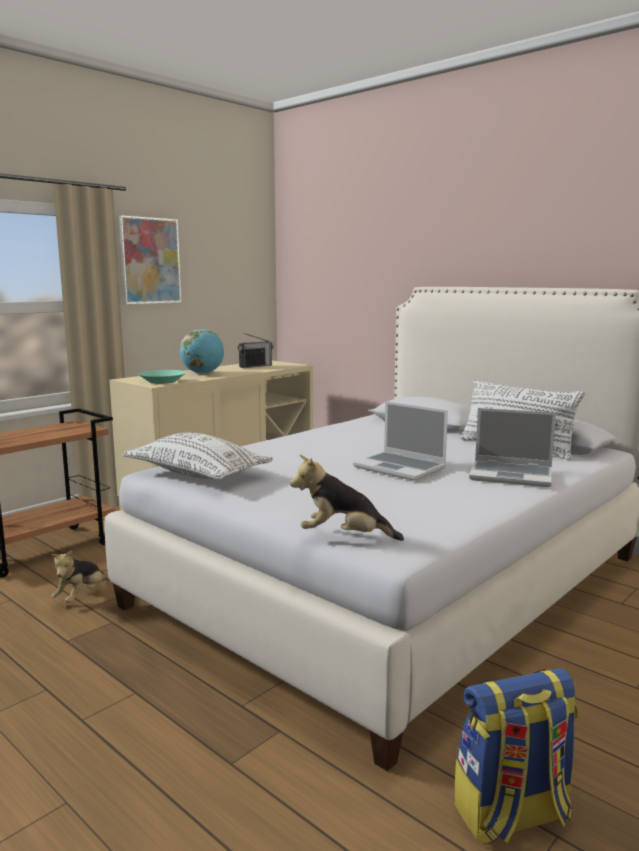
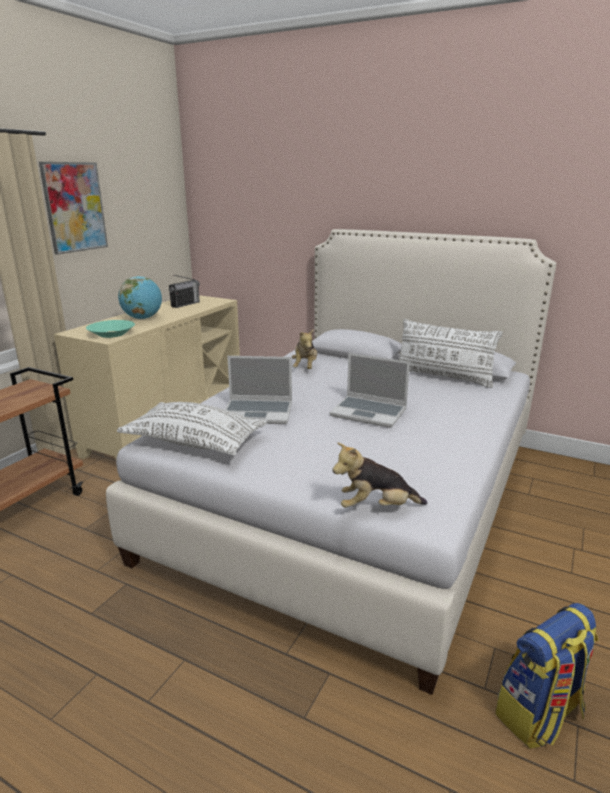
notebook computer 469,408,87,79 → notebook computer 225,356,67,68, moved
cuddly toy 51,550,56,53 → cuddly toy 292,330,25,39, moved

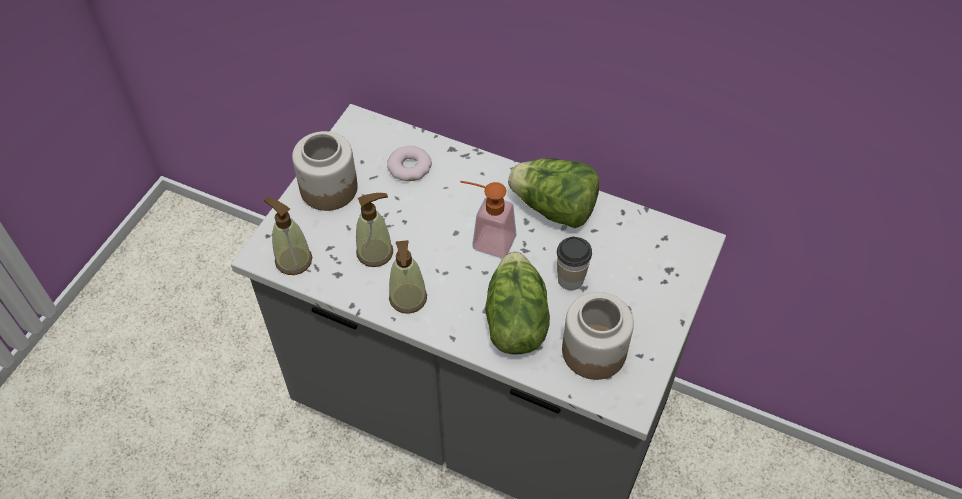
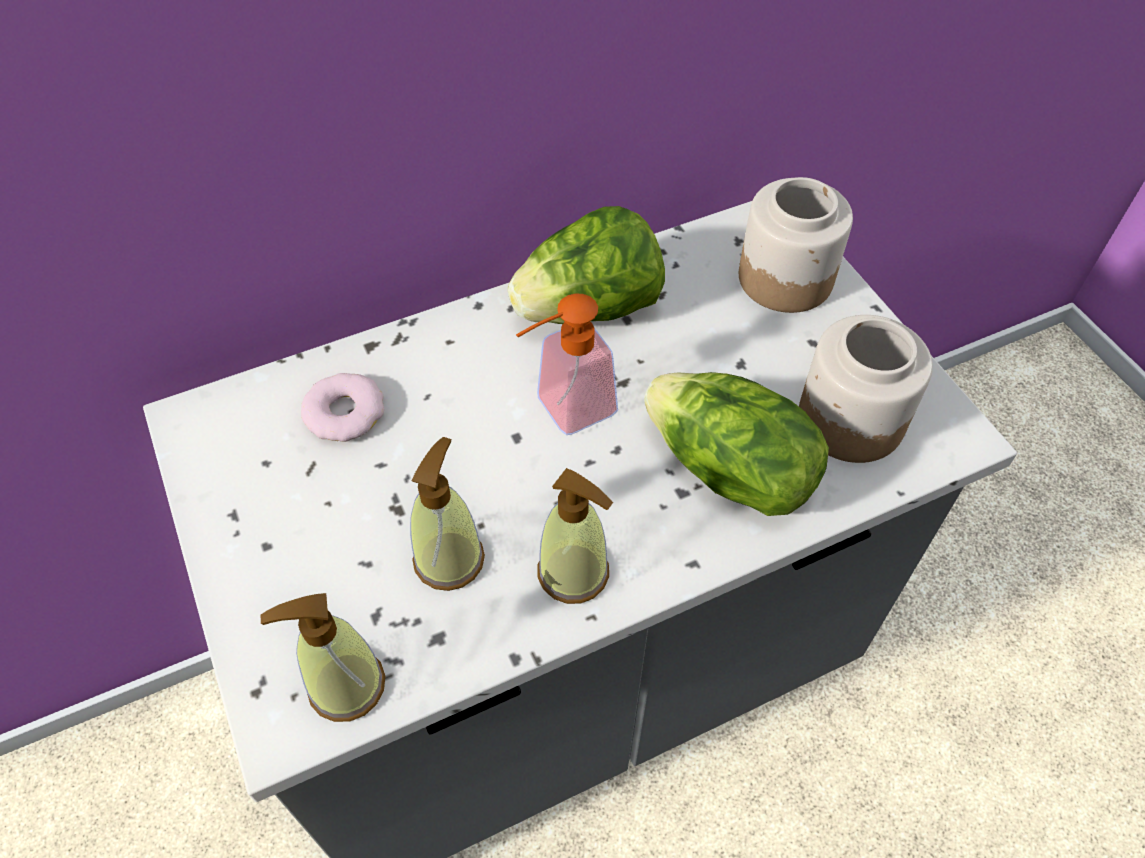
preserve jar 292,131,66,80 → preserve jar 739,177,114,136, moved
small cup 557,237,35,53 → -

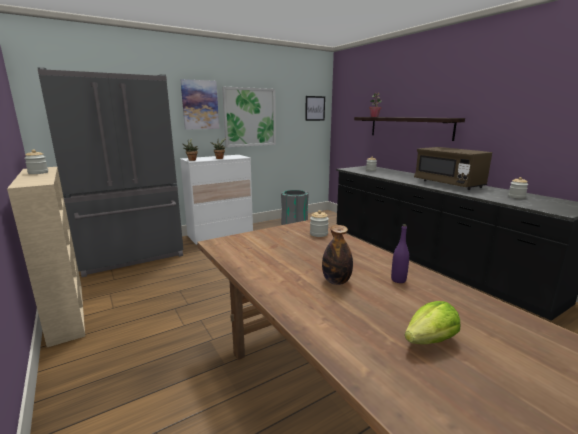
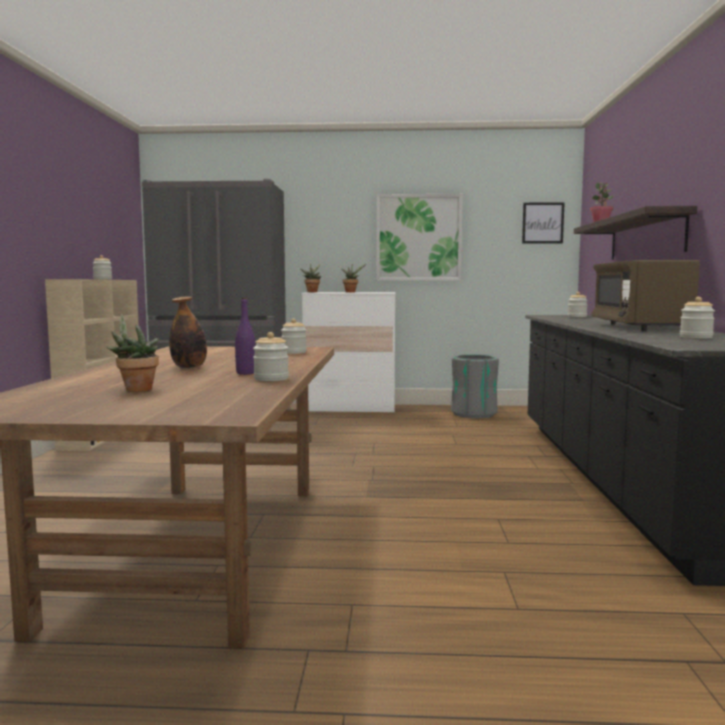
wall picture 180,79,39,51 → -
lettuce 405,301,55,43 → potted plant 106,314,53,78
- → preserve jar 253,332,36,49

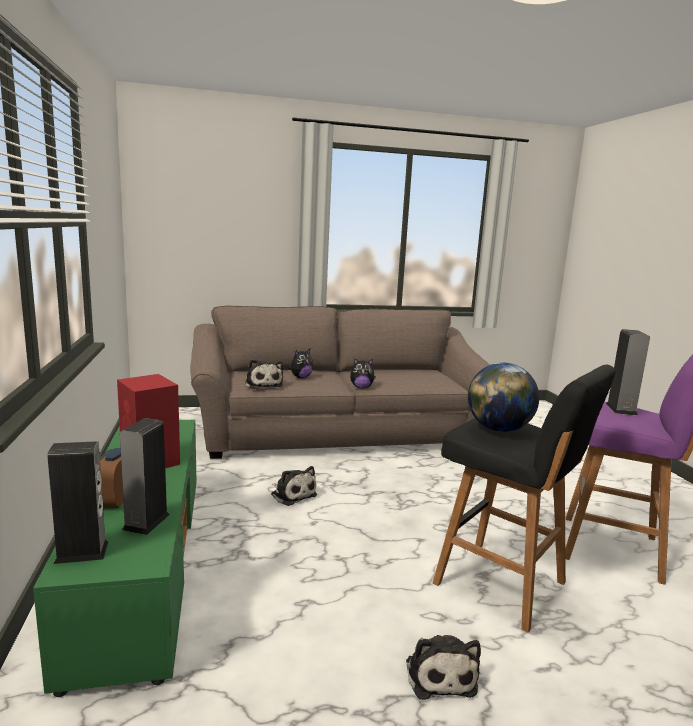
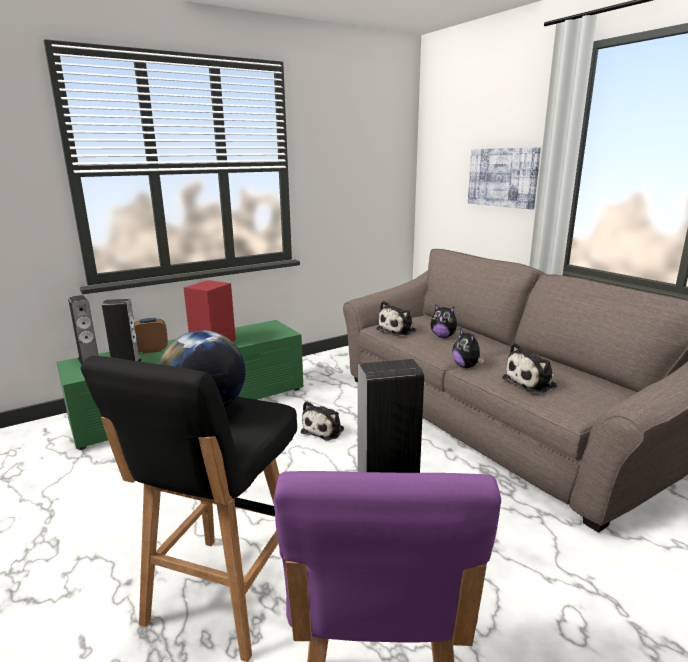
cuddly toy 406,635,75,65 → cuddly toy 502,343,56,50, moved
- → wall picture 468,148,73,61

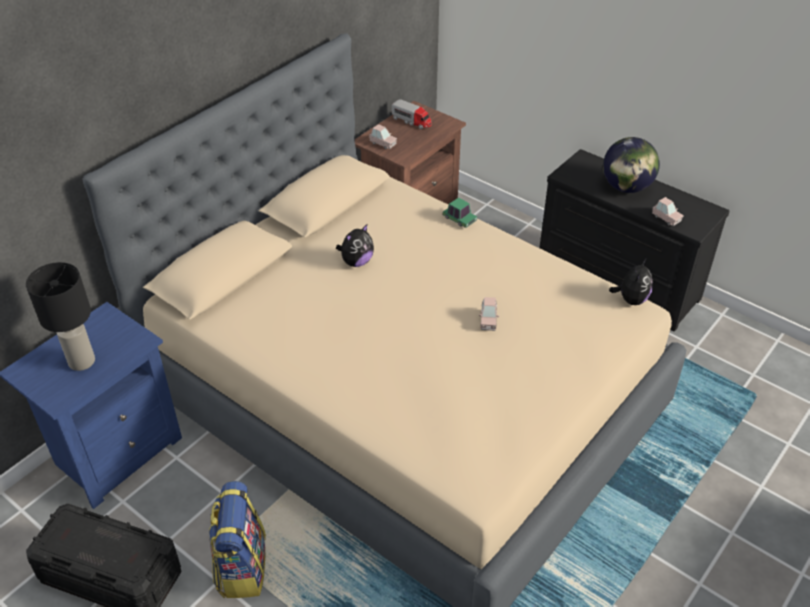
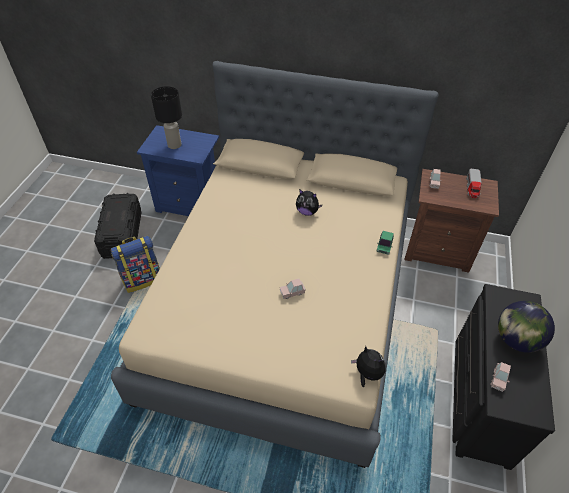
cuddly toy 609,259,44,46 → cuddly toy 351,346,35,41, 135 degrees counterclockwise

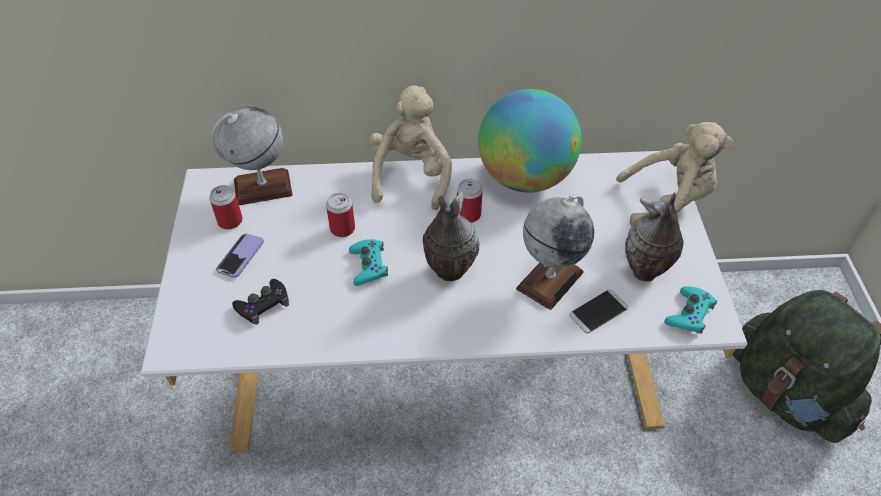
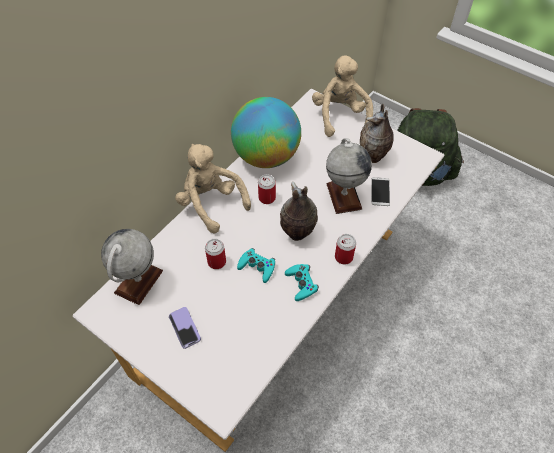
cuddly toy in beige 616,122,117,104 → cuddly toy in beige 312,55,61,82, 45 degrees counterclockwise
metal can 209,185,34,44 → metal can 335,234,21,31, moved
joypad in black 232,279,57,46 → -
joypad in blue-green 664,286,53,48 → joypad in blue-green 285,264,34,37, moved

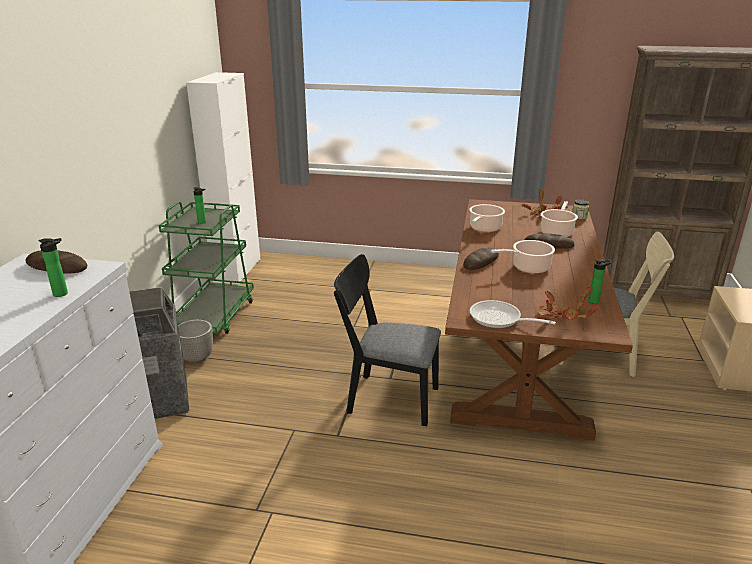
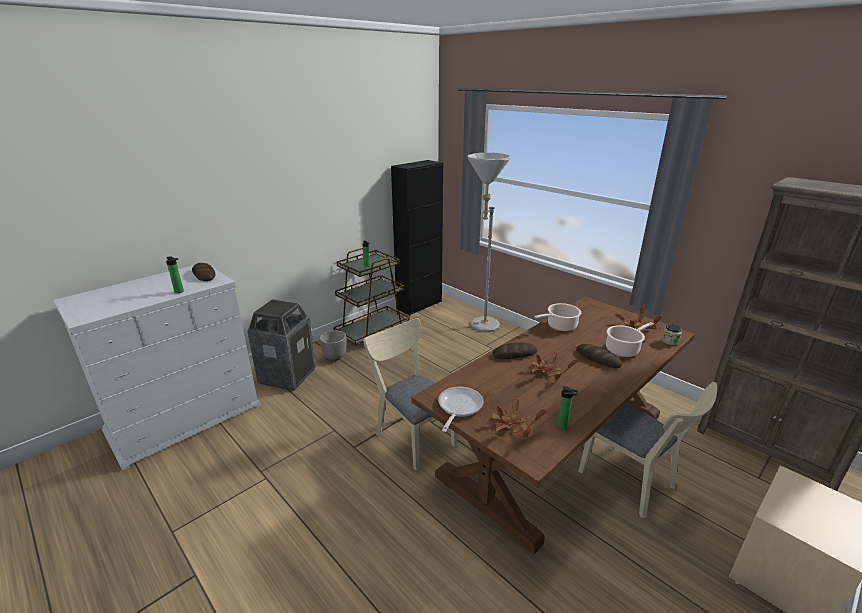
cupboard in white 186,72,74,213 → cupboard in black 391,160,52,156
trolley in green-coloured 159,201,95,133 → trolley in brown 333,248,77,97
cooking pot 491,240,64,33 → potted plant 531,351,47,28
plain chair in black 334,254,107,172 → plain chair in beige 363,318,95,153
pan 470,300,86,28 → pan 438,387,45,45, 45 degrees clockwise
- → standing lamp in grey 467,153,43,179

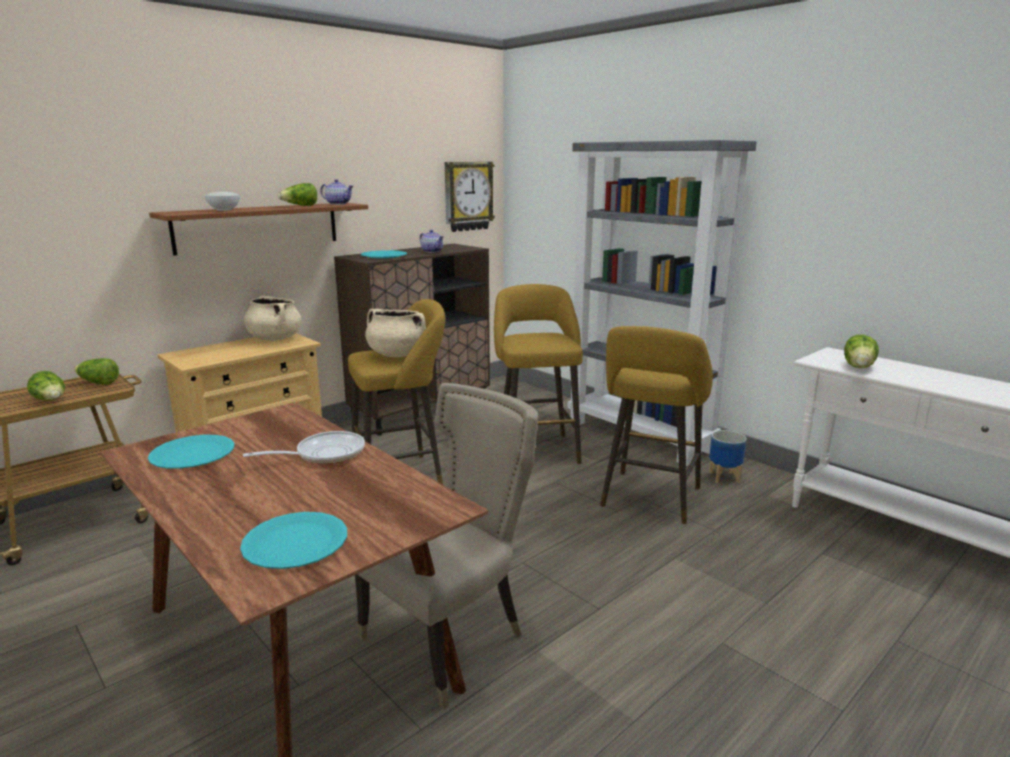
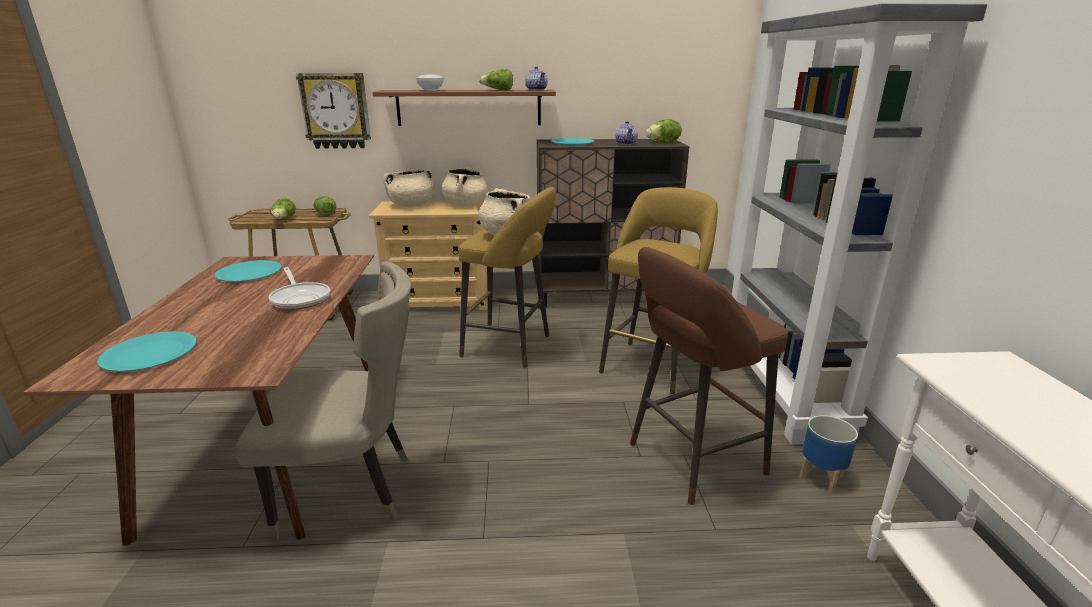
hanging clock 445,162,50,70 → hanging clock 296,73,75,76, moved
stool in yellow 600,326,113,198 → stool in brown 630,247,158,258
lettuce 844,335,35,33 → lettuce 646,119,36,24, moved
pan 243,431,122,33 → pan 269,267,61,42, 45 degrees clockwise
- → cooking pot in beige 383,169,51,38

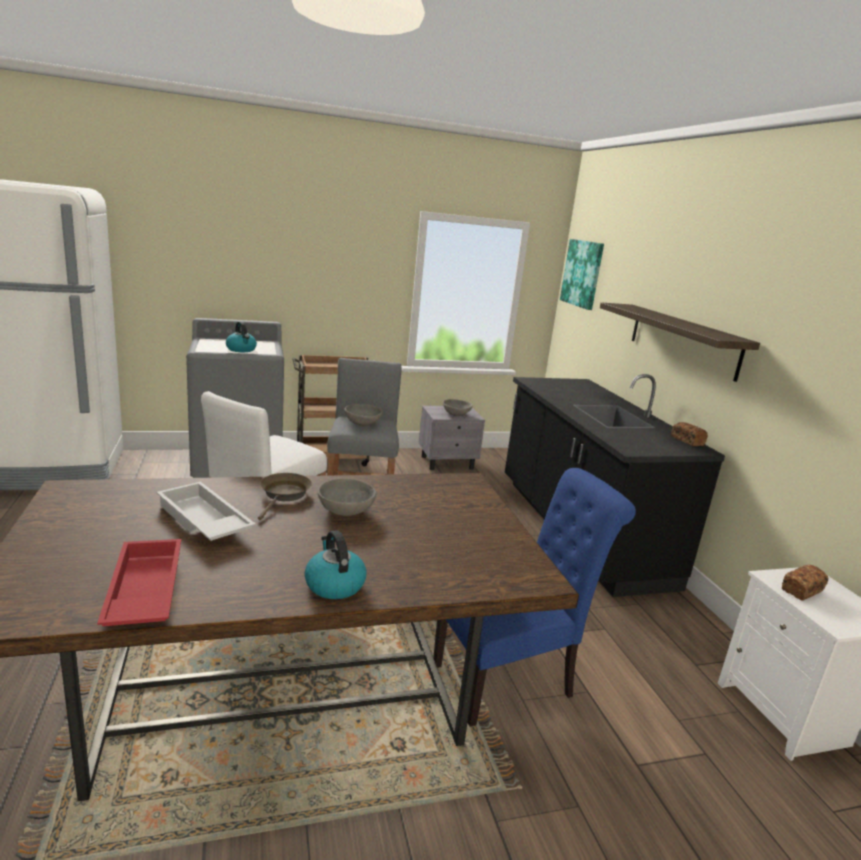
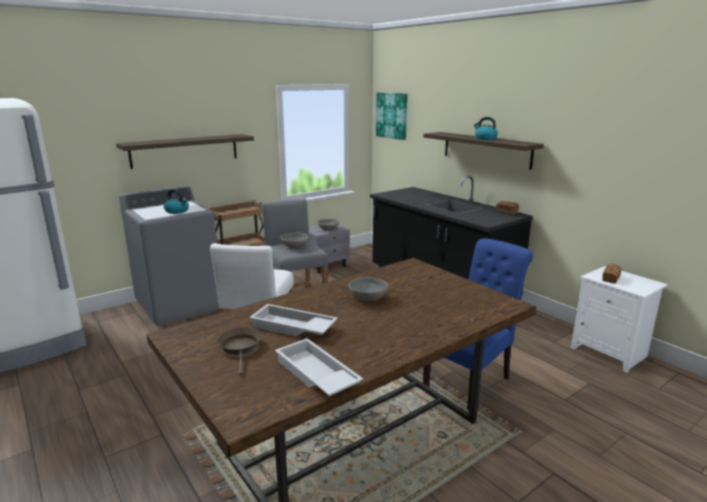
pan in brown 258,473,54,47 → pan in brown 217,328,44,48, moved
tea kettle 304,530,63,69 → tea kettle 474,117,24,23, moved
tray in red 97,539,84,87 → tray in white 275,338,88,58
- → shelf 116,134,138,35

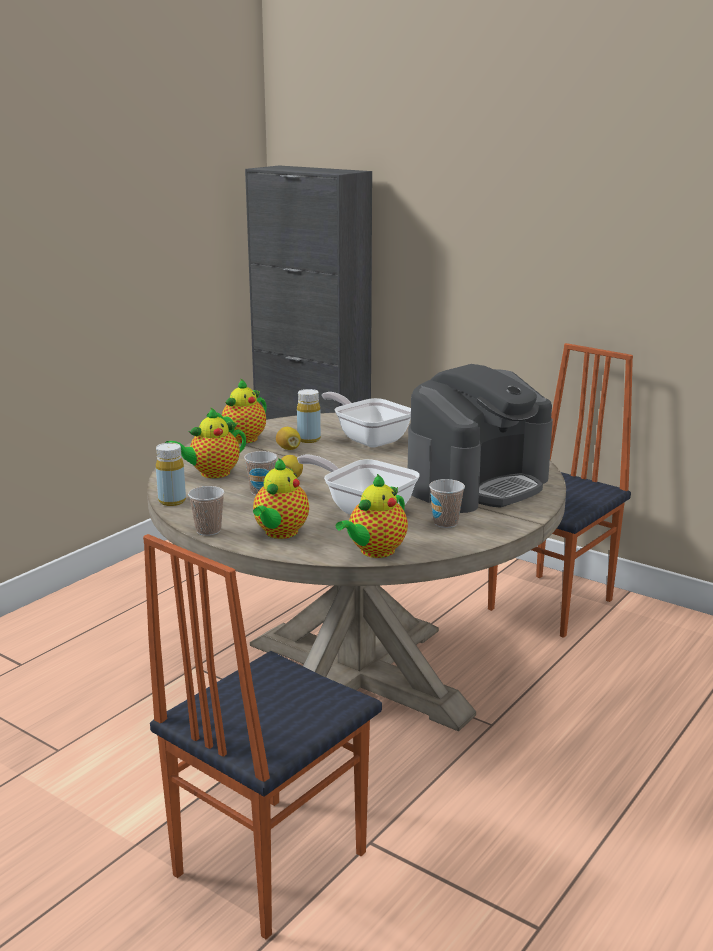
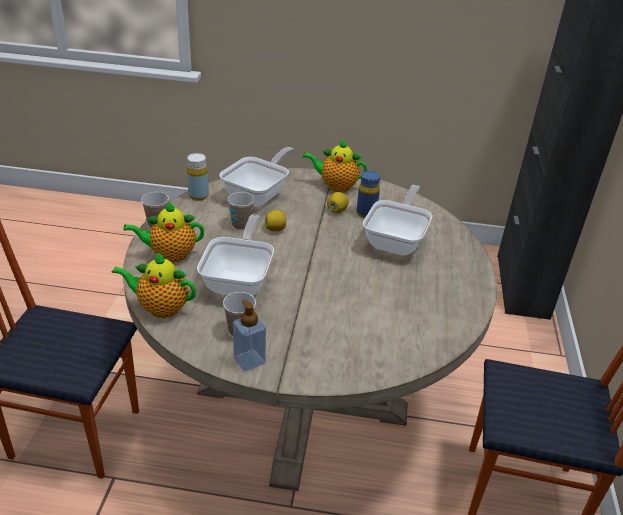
coffee brewer 408,364,145,149 → -
bottle in yellow 297,389,24,54 → bottle in bluish 356,171,24,47
pot for tea 165,407,81,71 → pan 219,147,75,60
- → soap bottle 233,299,33,72

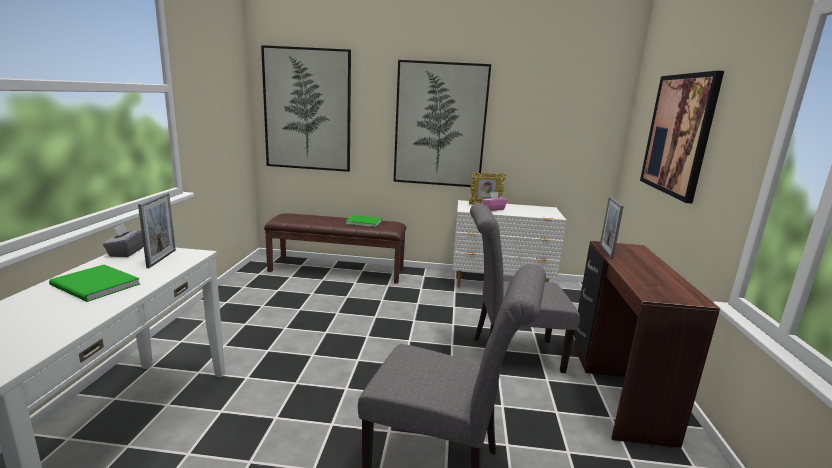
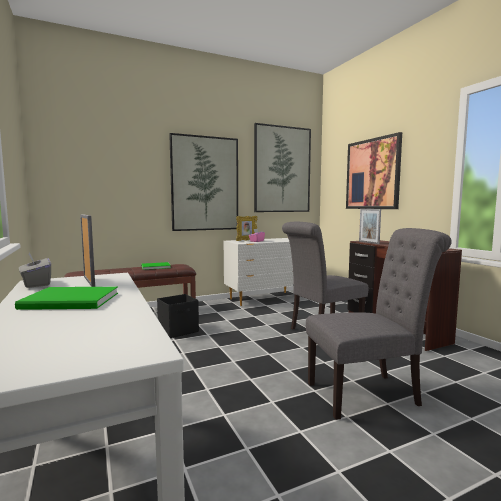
wall picture 261,45,90,127 → wall picture 254,123,57,89, moved
- → storage container in black 157,294,42,44

